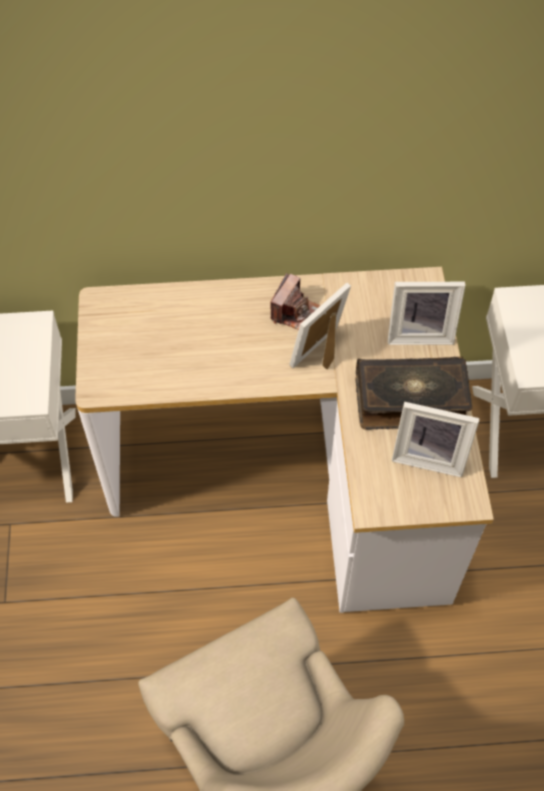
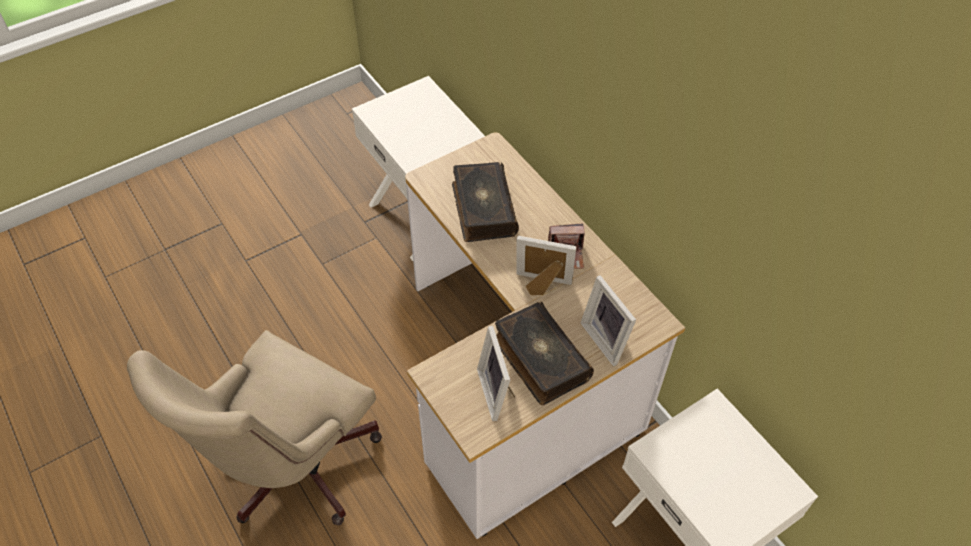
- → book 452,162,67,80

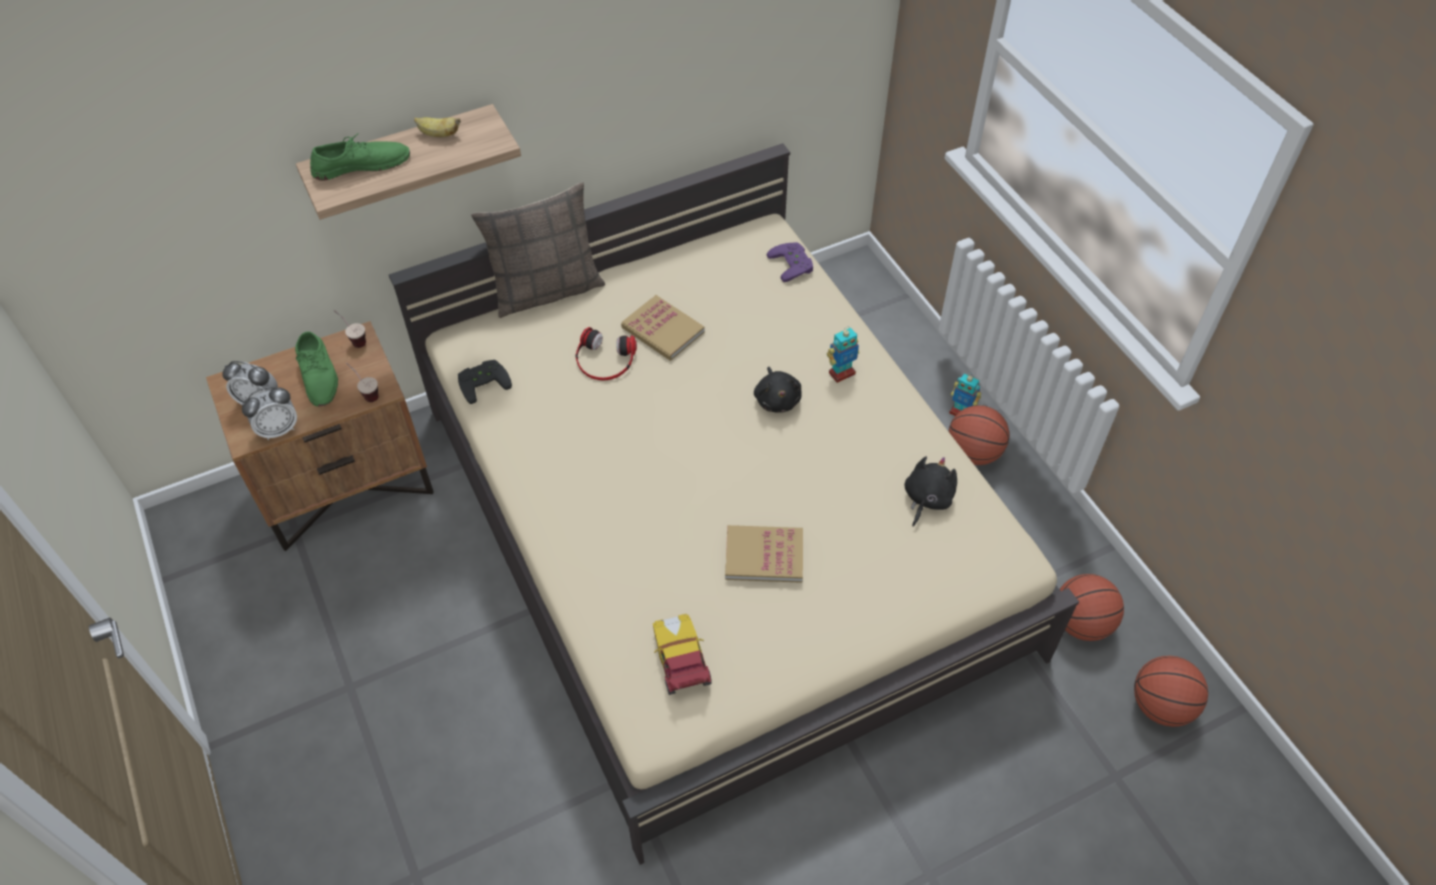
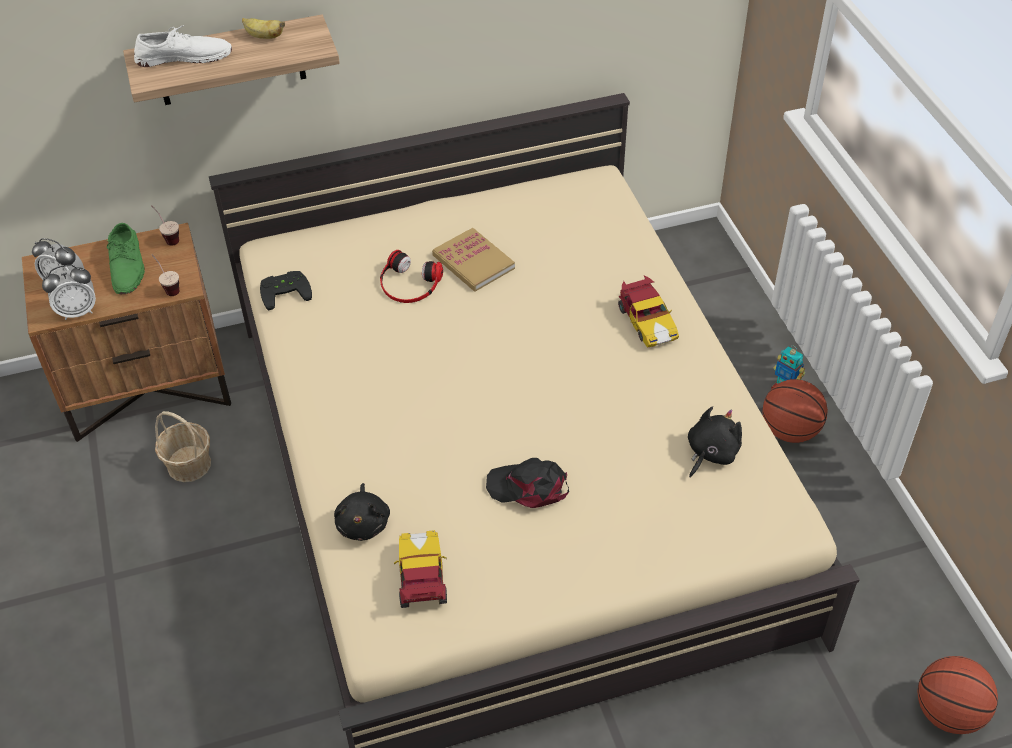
shoe in green-coloured 310,133,100,48 → shoe in white 134,25,98,42
throw pillow 471,182,134,136 → -
joypad in purple 767,242,46,40 → -
toy robot 827,327,32,56 → model car 618,276,61,72
cuddly toy in black 754,367,48,45 → cuddly toy in black 334,483,56,58, moved
book 725,525,78,58 → peaked cap in black 486,458,83,50
basketball ball 1060,574,64,67 → -
- → basket 155,411,56,71

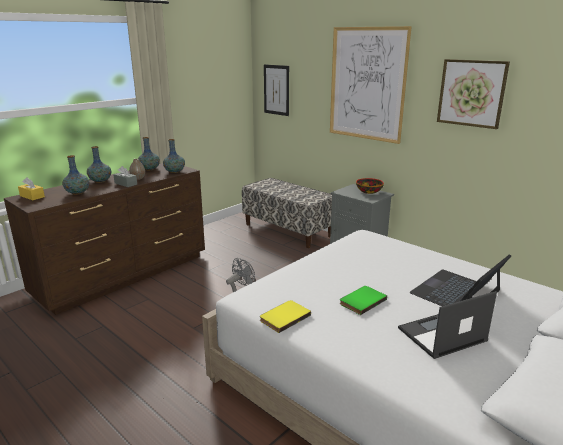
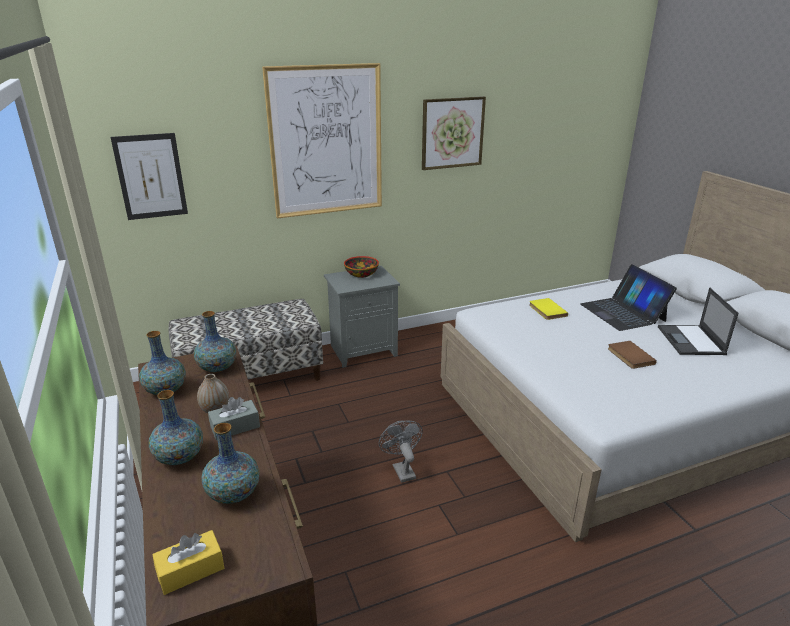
book in green-coloured 340,286,47,29 → book in brown 608,341,49,28
book in yellow 260,300,51,33 → book in yellow 529,298,39,22, moved

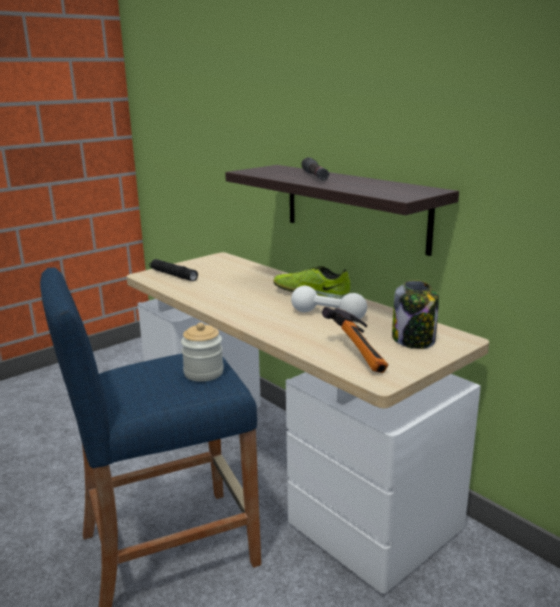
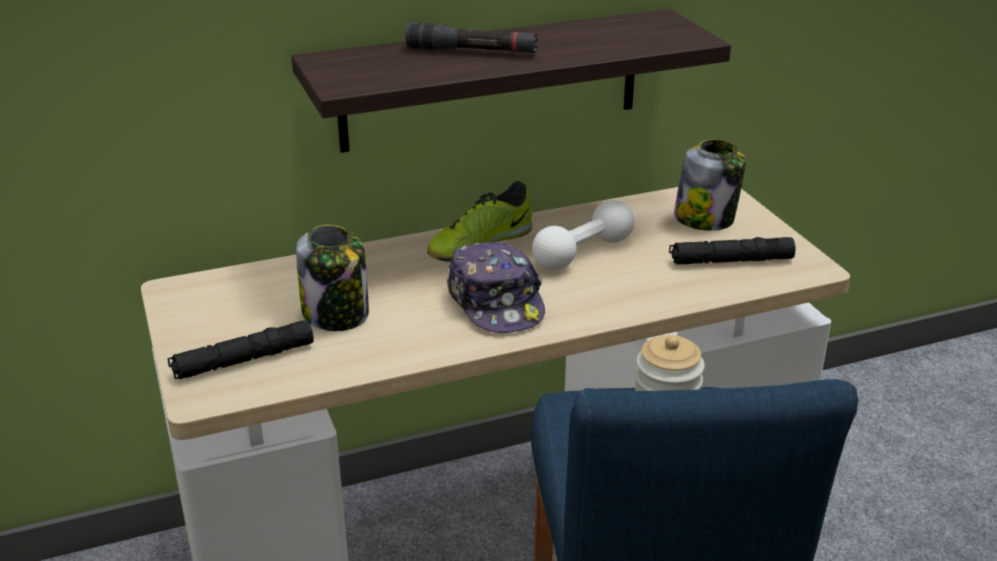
tool hammer 322,307,66,66 → torch in black 669,237,127,28
- → preserve jar 296,225,73,106
- → peaked cap 447,242,98,91

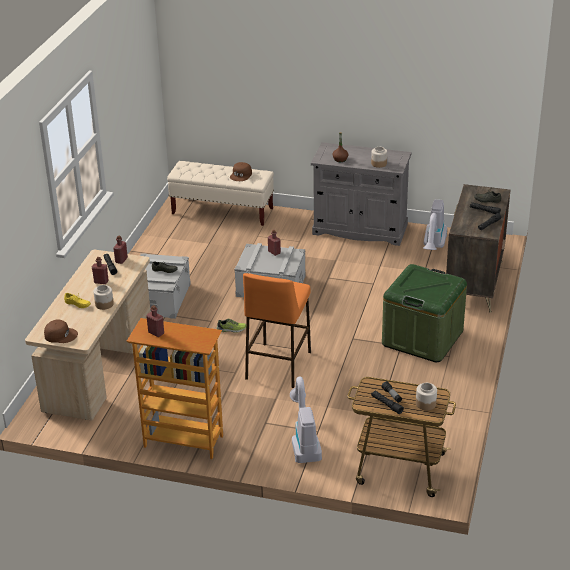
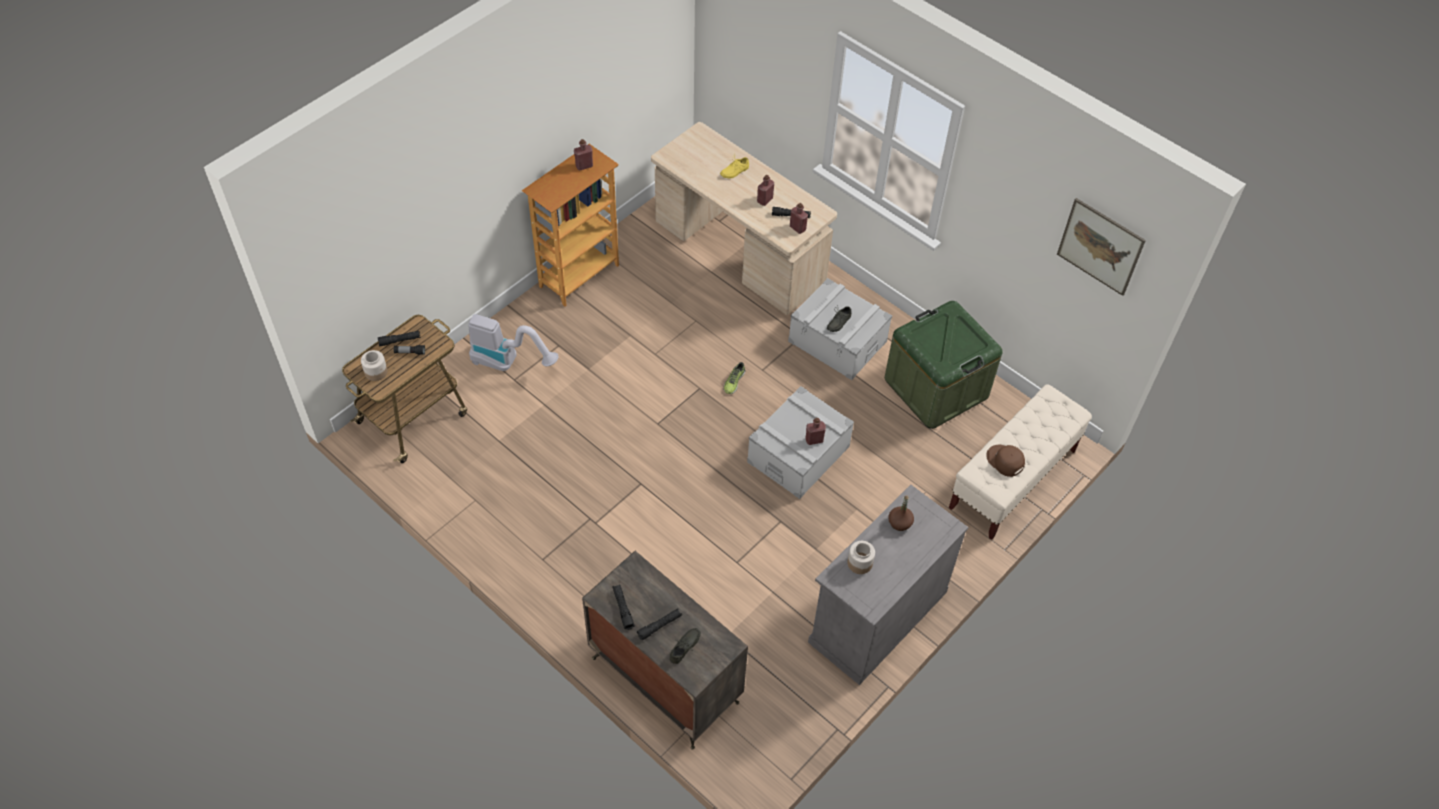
vacuum cleaner 423,199,24,51 → -
storage container in green-coloured 382,264,85,98 → storage container in green-coloured 885,301,118,128, moved
stool in orange 243,273,68,115 → -
preserve jar 94,285,20,25 → -
peaked cap in brown 44,320,34,23 → -
- → wall picture 1057,198,89,98

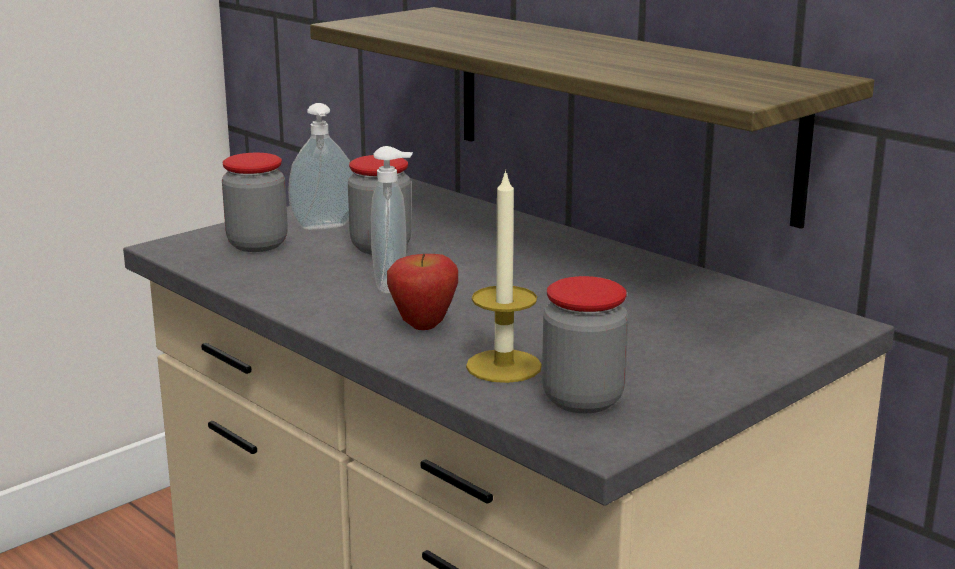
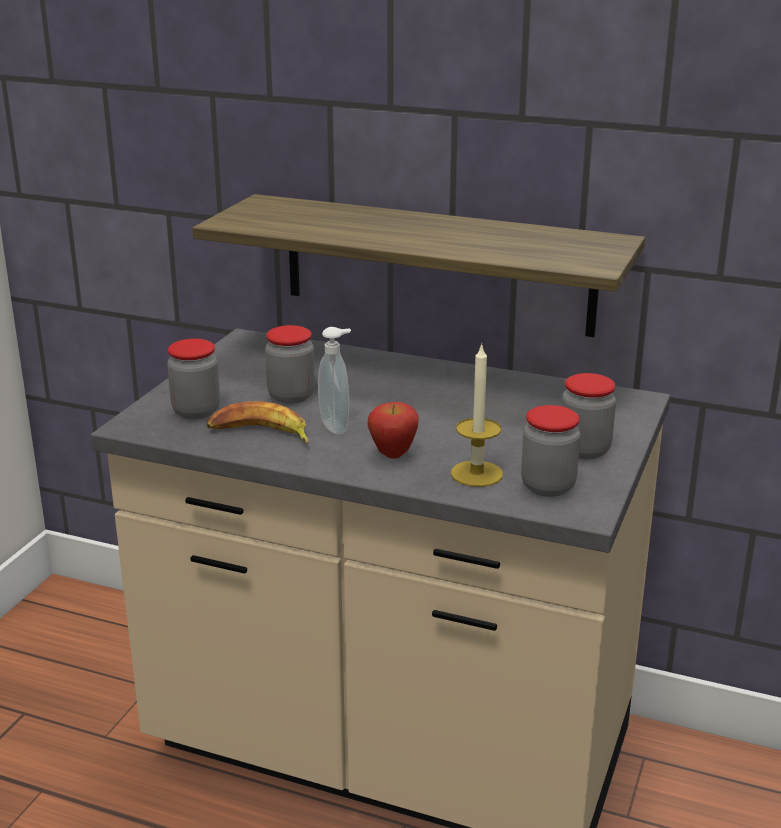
soap bottle 288,103,66,127 → -
- → preserve jar 562,373,54,87
- → banana fruit 206,401,103,43

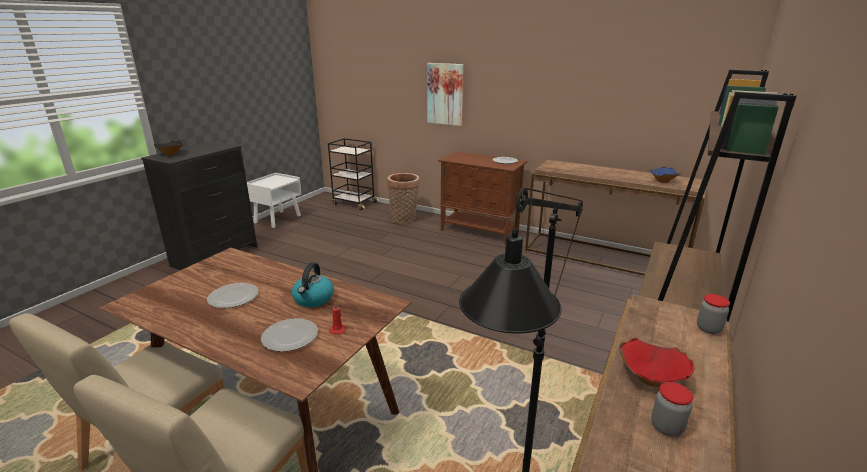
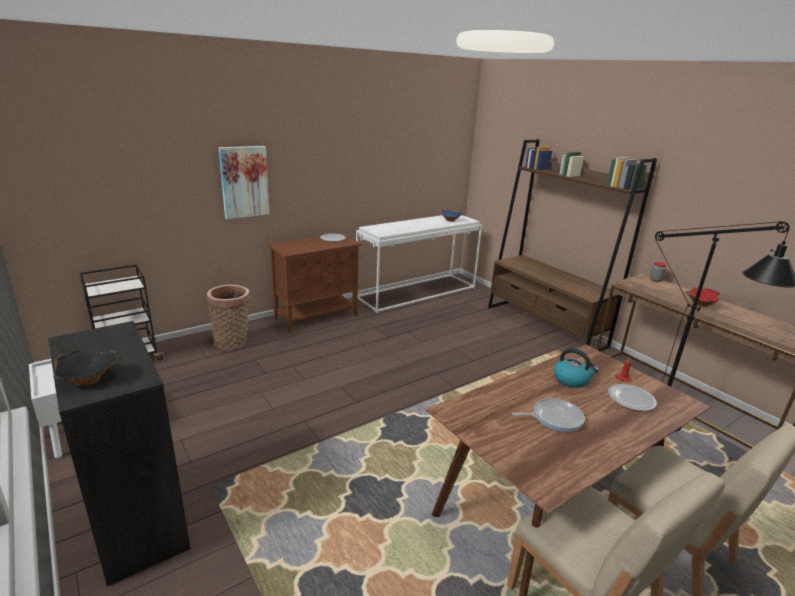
narrow table in brown 525,160,181,116 → narrow table in white 356,215,126,98
dinner plate 207,283,52,25 → pan 512,398,73,34
preserve jar 651,382,42,55 → -

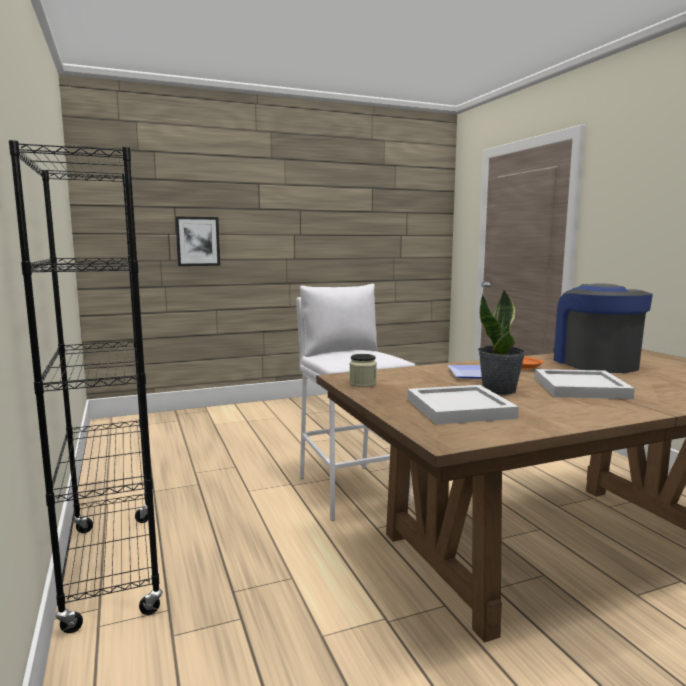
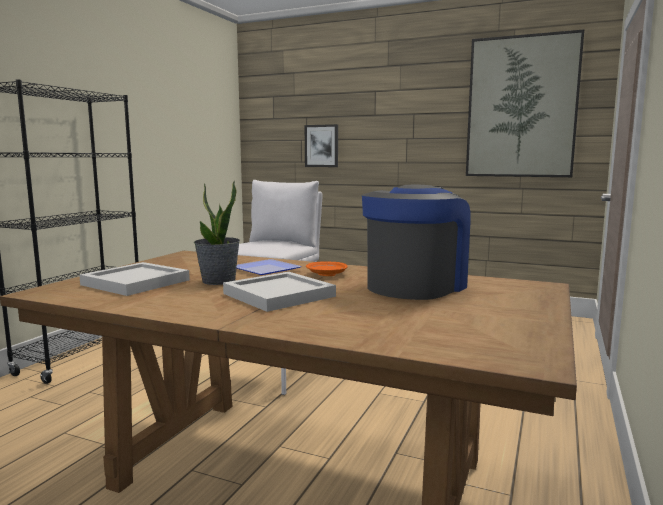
preserve jar 349,354,28,33 → -
- → wall picture 466,29,118,148

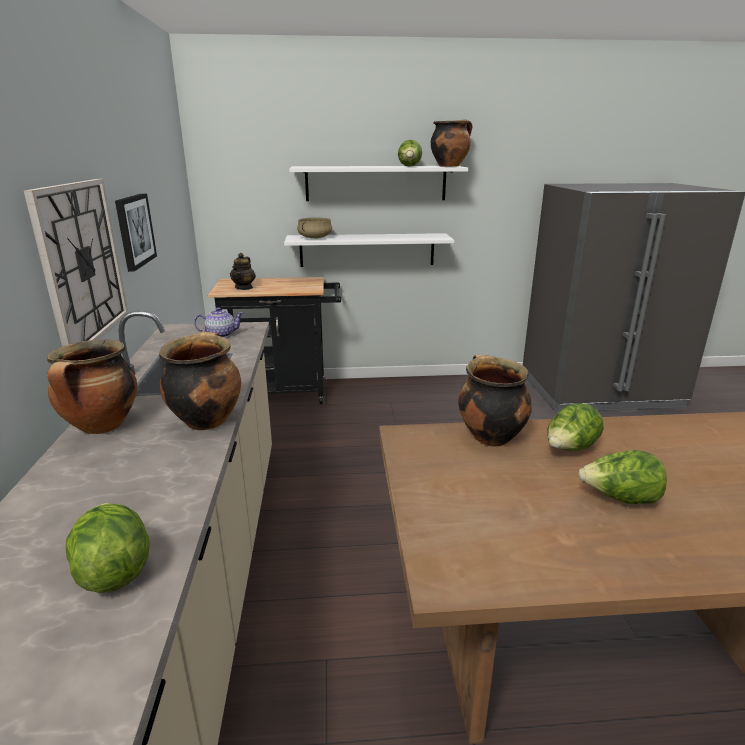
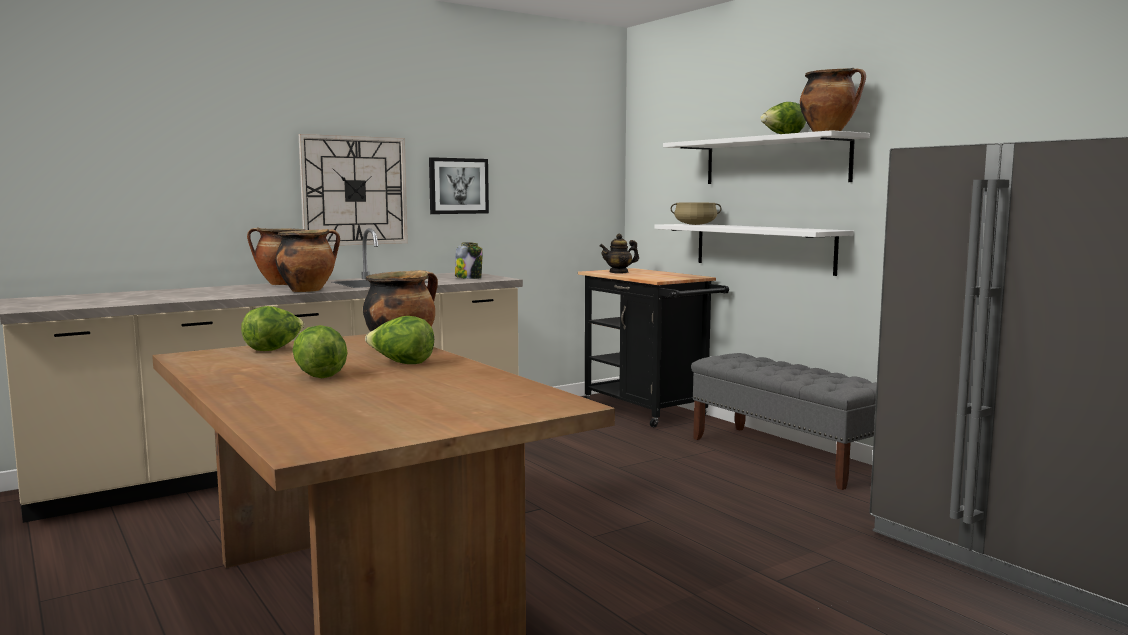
pot for tea 194,307,50,31 → preserve jar 455,242,28,37
lettuce 66,503,84,90 → lettuce 241,306,63,45, moved
- → indoor bench in grey 691,353,186,137

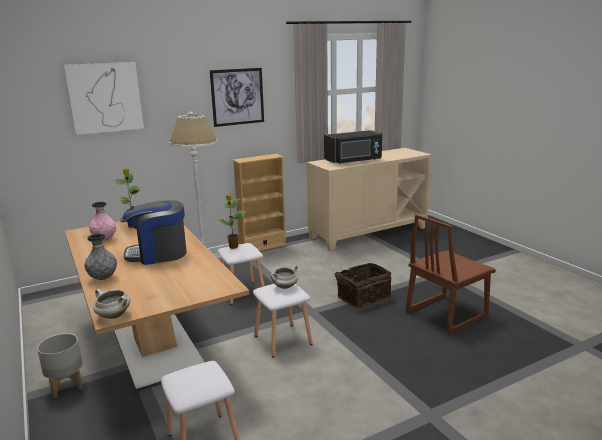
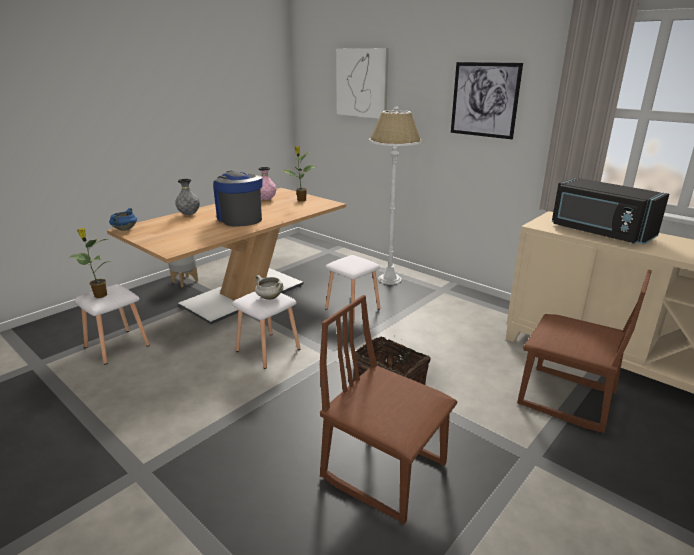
shelving unit in beige 233,154,54,97 → -
potted plant 215,195,32,54 → potted plant 70,228,41,70, moved
cooking pot in white 93,289,37,30 → cooking pot in bluish 109,208,28,23
- → plain chair in brown 518,270,134,163

